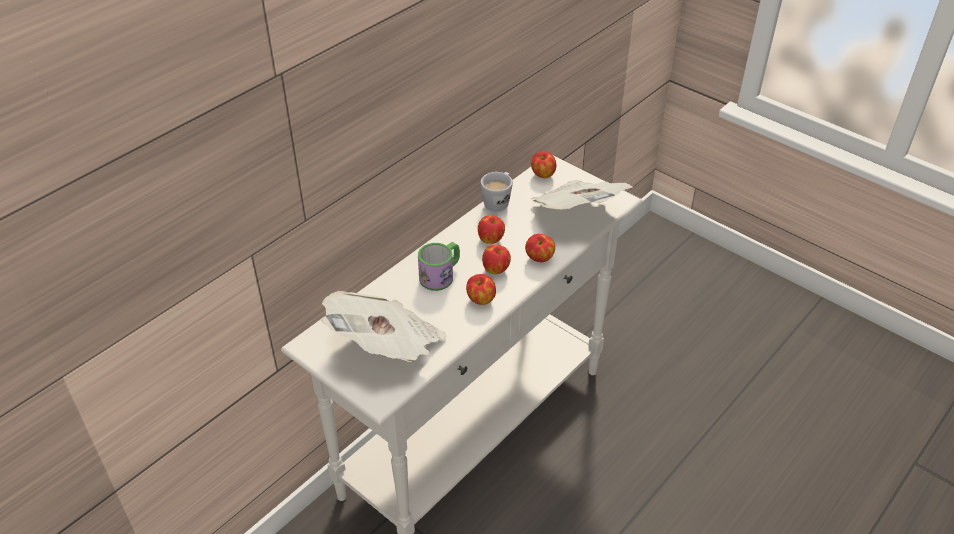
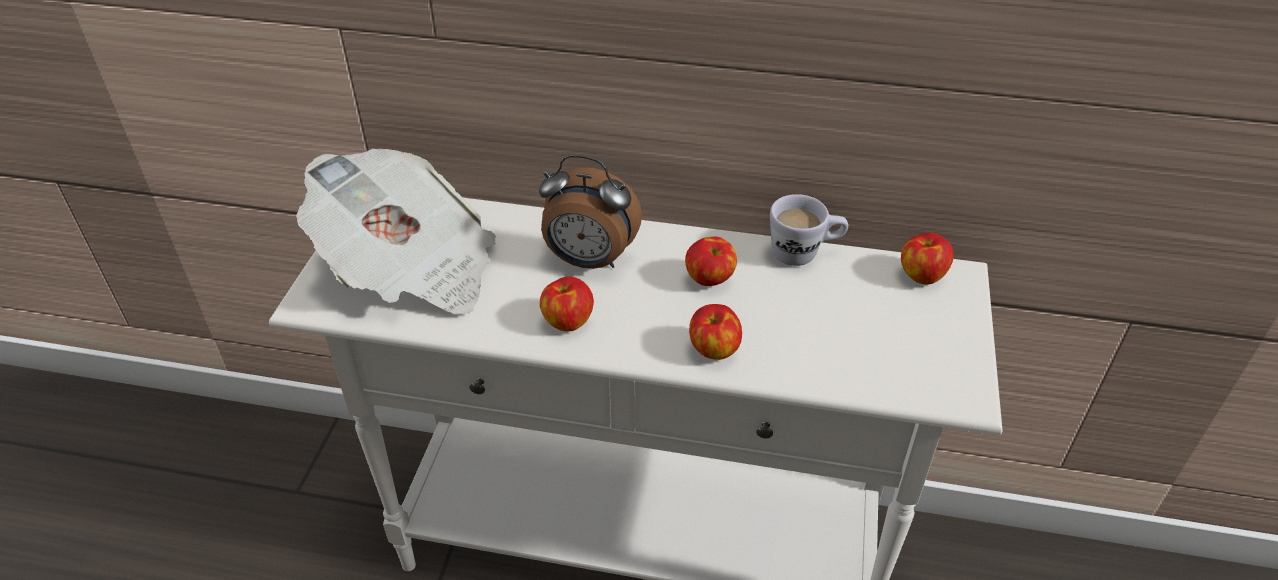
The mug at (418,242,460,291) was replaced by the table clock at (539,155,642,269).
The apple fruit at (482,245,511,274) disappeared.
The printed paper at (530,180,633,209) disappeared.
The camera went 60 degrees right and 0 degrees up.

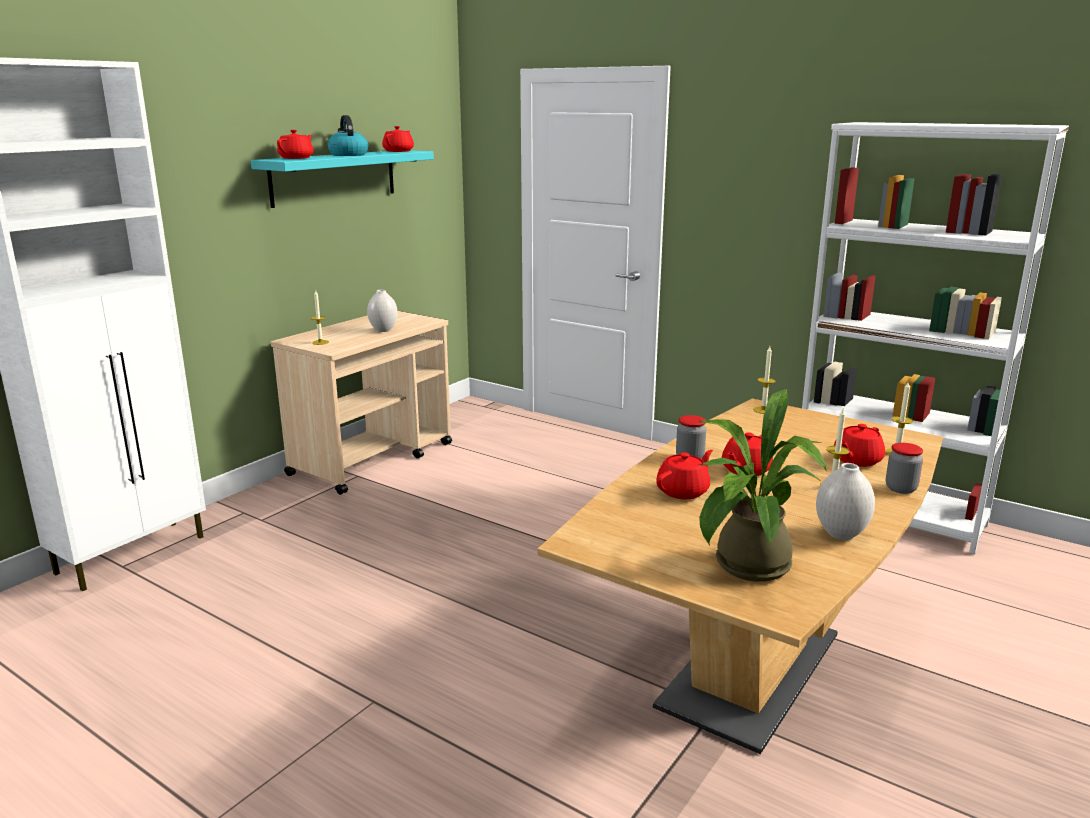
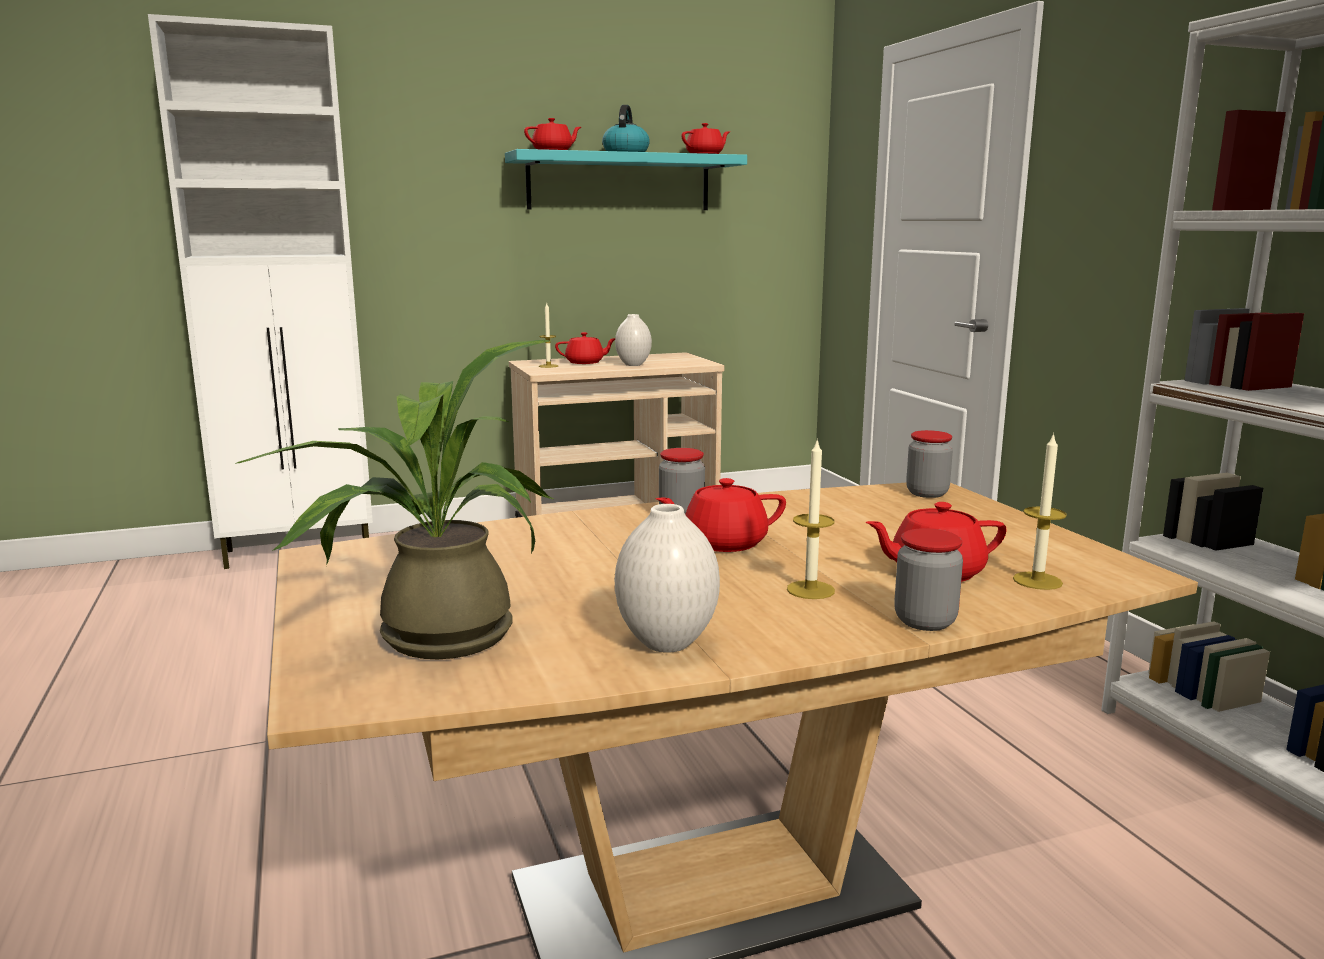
The tea pot (red) moved from (656,450,713,499) to (555,332,615,364).
The candle at (753,346,776,414) was replaced by the storage jar at (906,430,953,498).
The camera went 35 degrees right and 5 degrees down.

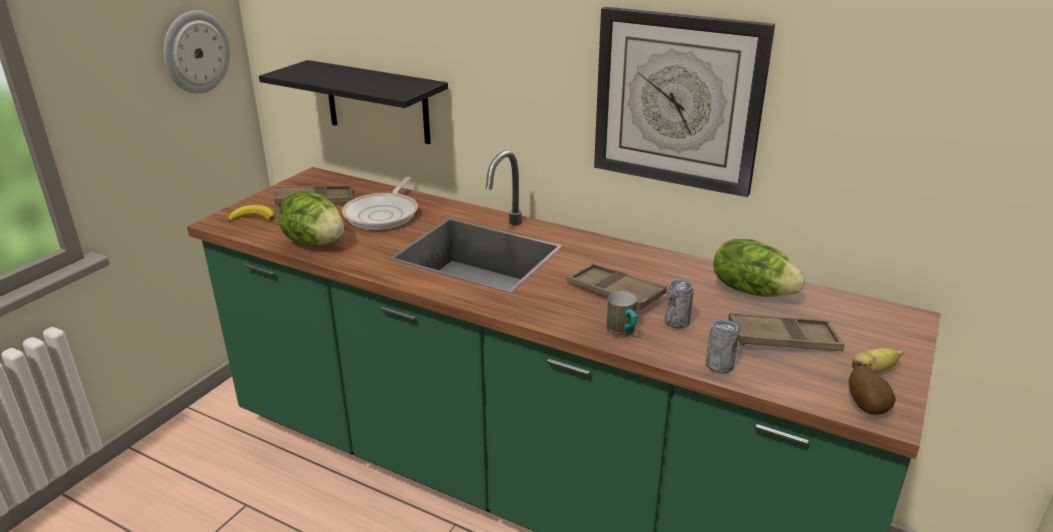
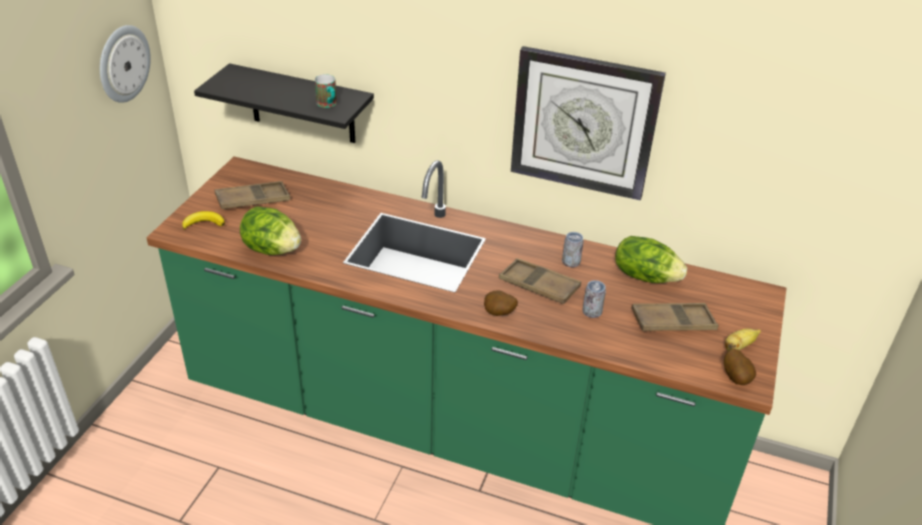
The skillet at (342,177,418,230) disappeared.
The mug moved from (606,291,637,337) to (315,74,337,108).
The can moved from (706,320,739,374) to (562,232,584,267).
The potato at (484,290,518,316) appeared.
The camera went 10 degrees left and 10 degrees up.

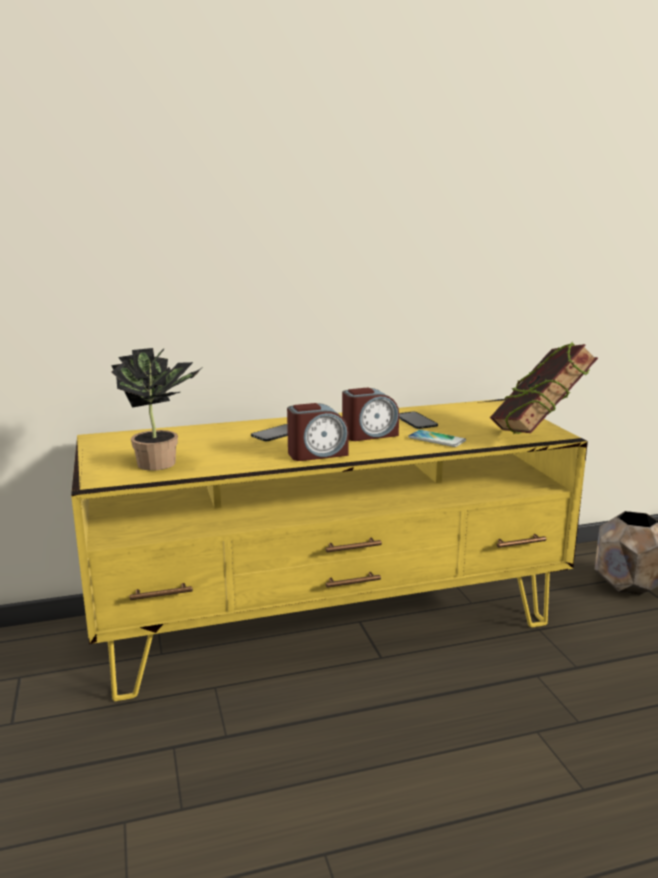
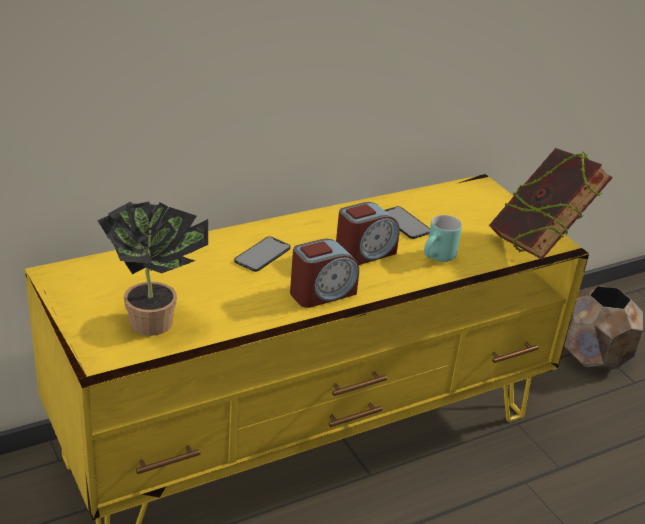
The phone at (408,430,466,447) was replaced by the mug (blue-green) at (424,215,462,262).
The camera went 15 degrees left and 15 degrees up.

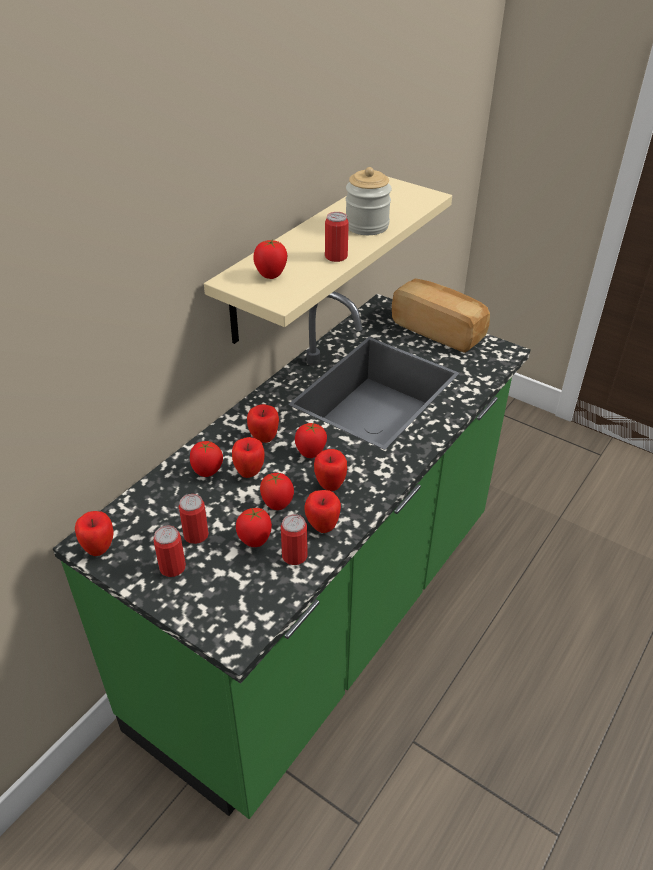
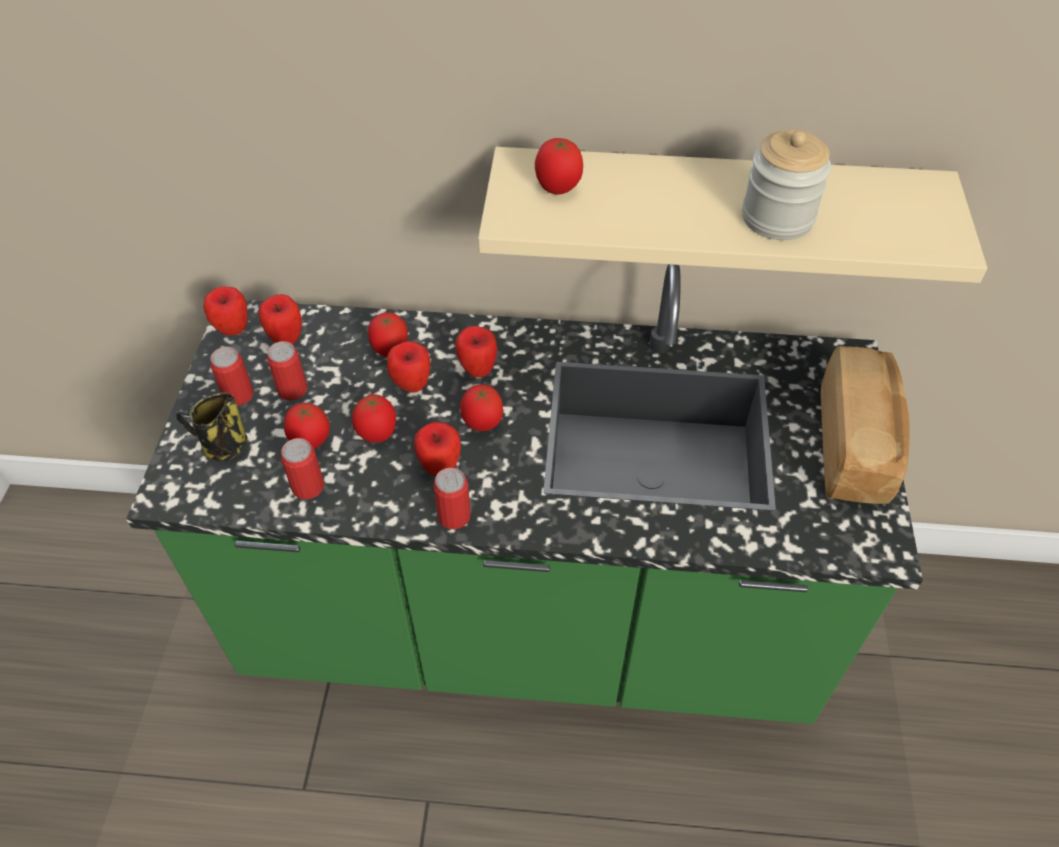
The apple fruit moved from (305,490,341,533) to (258,294,302,345).
The can moved from (325,212,349,262) to (433,468,471,529).
The mug at (176,392,248,462) appeared.
The camera went 60 degrees right and 10 degrees up.

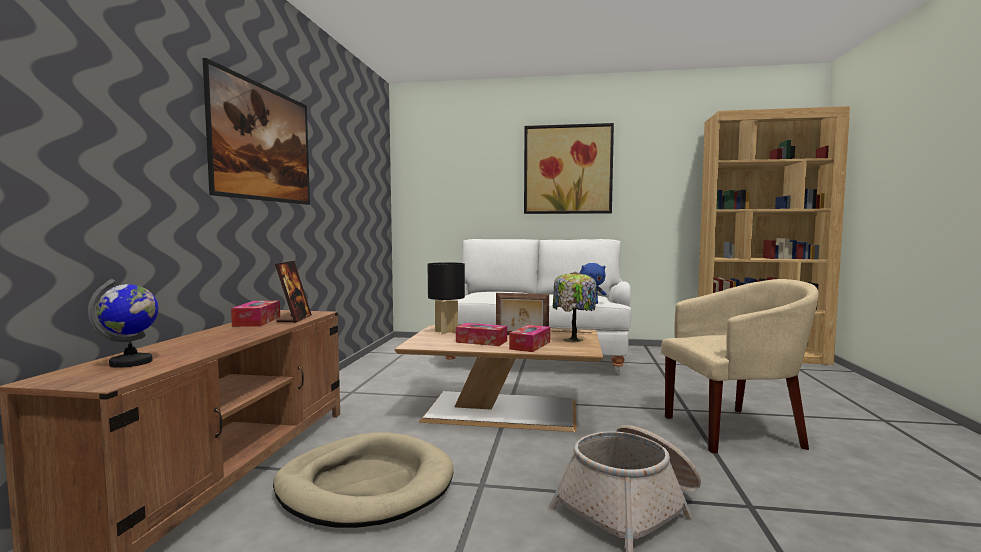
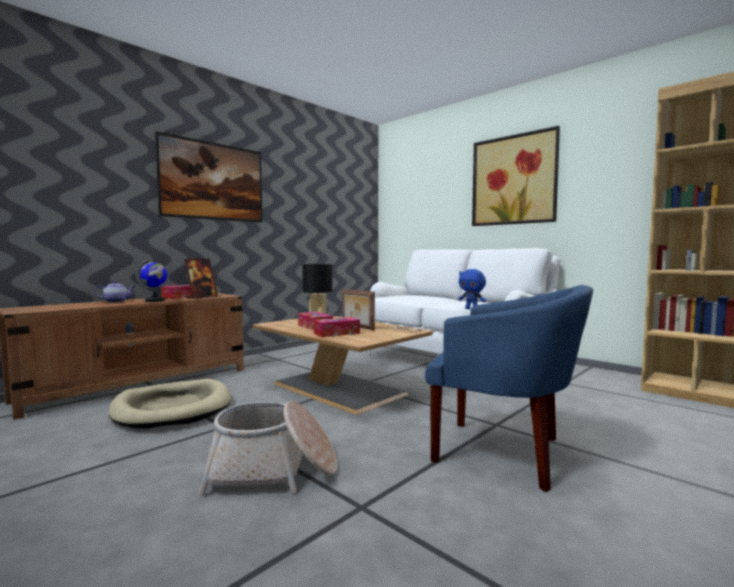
The globe moved from (88,279,158,368) to (136,259,167,302).
The tabletop lamp at (553,271,596,343) disappeared.
The lounge chair (sand-coloured) at (661,279,818,453) became the lounge chair (blue) at (425,285,593,492).
The tea pot at (95,281,135,302) appeared.
The camera went 35 degrees right and 0 degrees up.

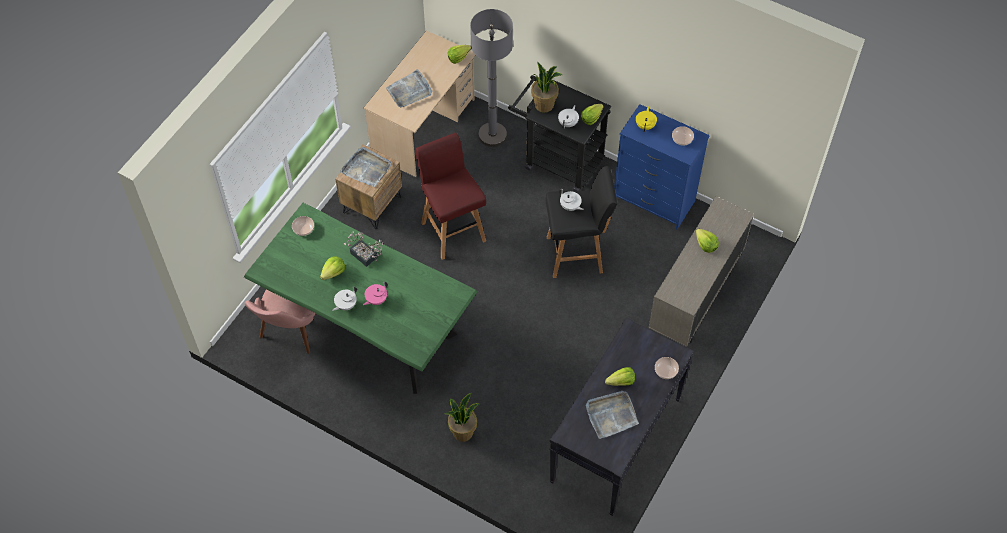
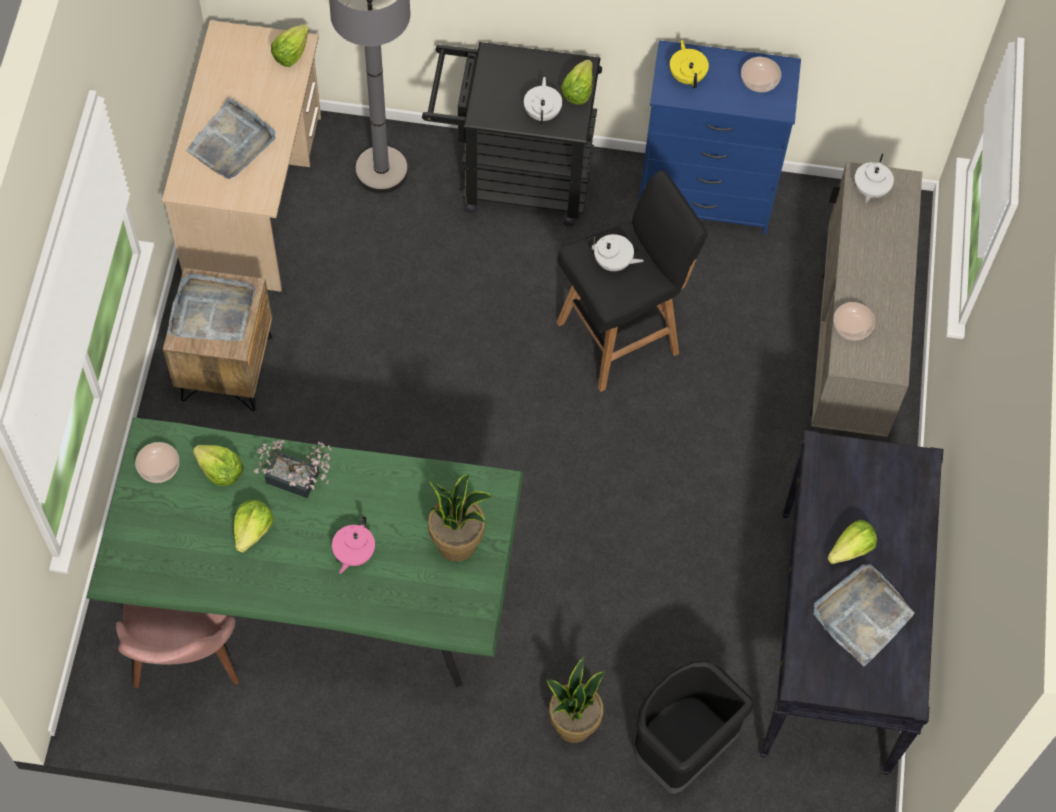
The tea pot (white-coloured) moved from (332,287,357,311) to (854,153,894,203).
The stool seat (red) at (415,133,486,260) disappeared.
The houseplant moved from (531,62,562,113) to (428,474,493,562).
The deep dish moved from (655,357,679,379) to (833,302,875,341).
The lettuce moved from (696,229,719,253) to (193,445,244,486).
The trash can (black-coloured) at (634,660,753,794) appeared.
The camera went 25 degrees left and 5 degrees up.

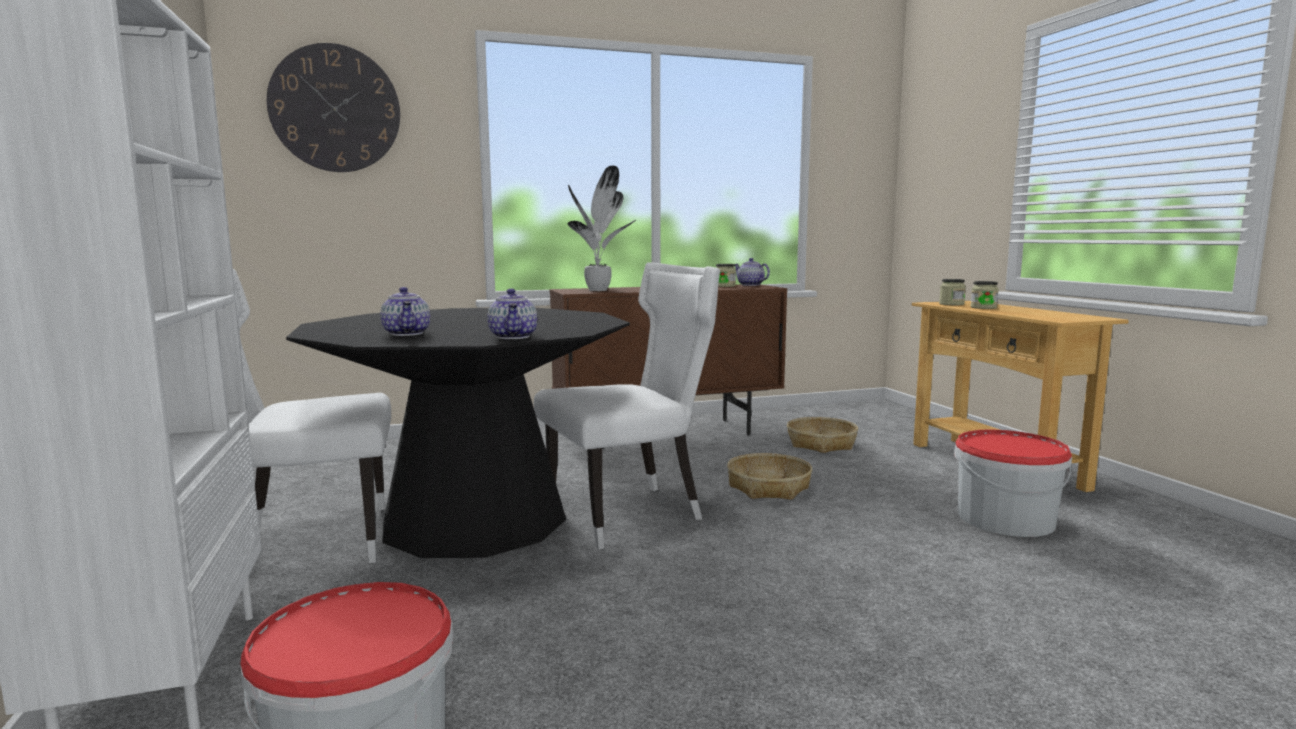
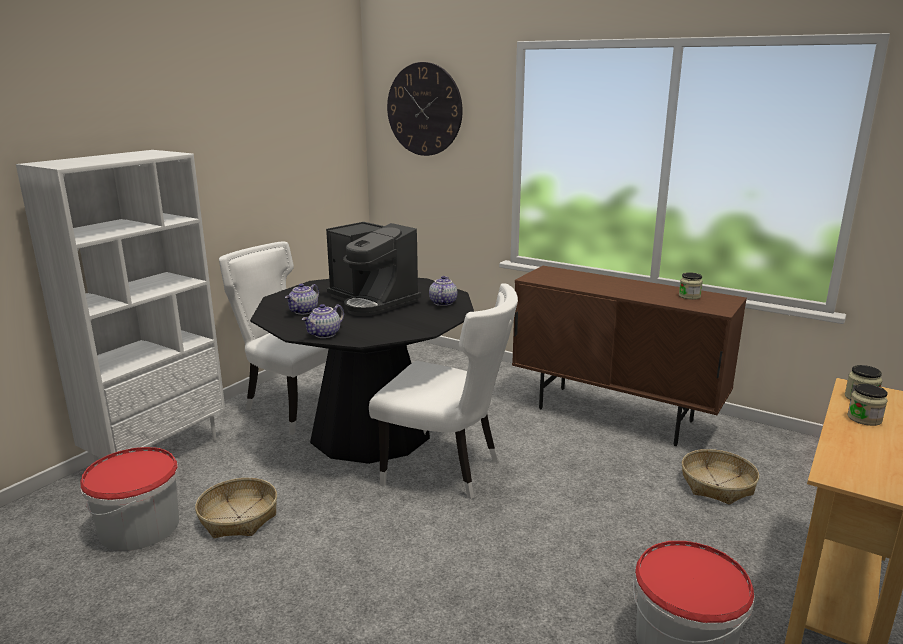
The houseplant at (568,165,636,291) disappeared.
The basket moved from (727,453,812,500) to (195,478,277,538).
The tea pot moved from (735,258,770,286) to (429,276,457,306).
The coffee machine at (326,222,421,316) appeared.
The camera went 50 degrees right and 10 degrees up.

